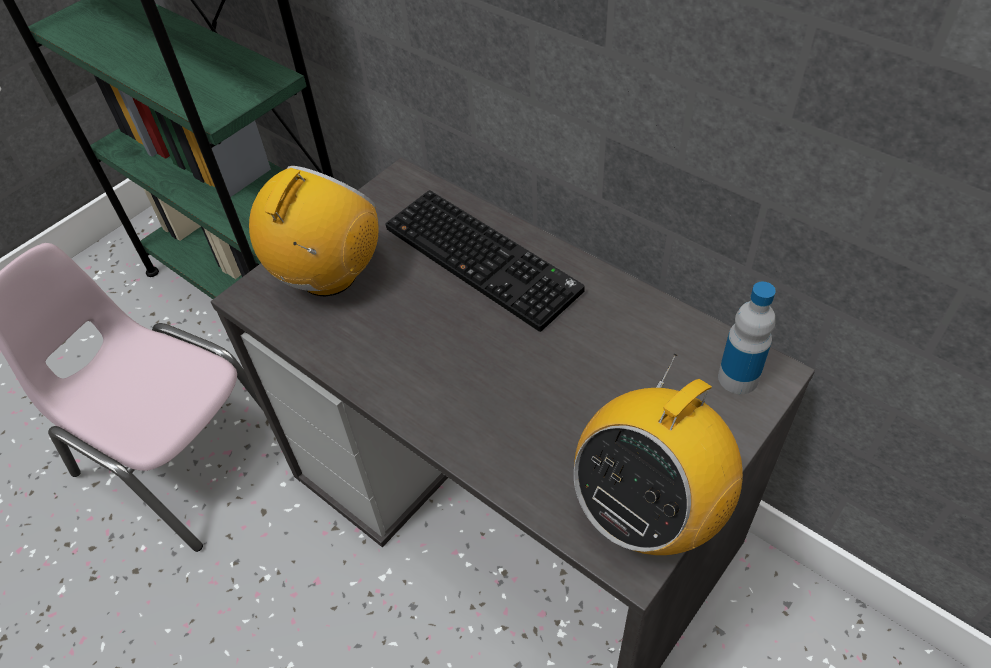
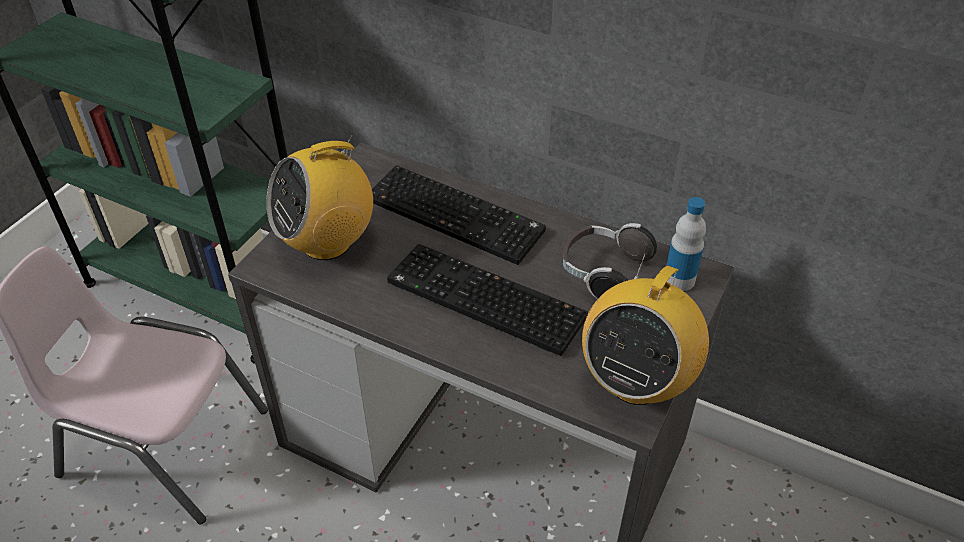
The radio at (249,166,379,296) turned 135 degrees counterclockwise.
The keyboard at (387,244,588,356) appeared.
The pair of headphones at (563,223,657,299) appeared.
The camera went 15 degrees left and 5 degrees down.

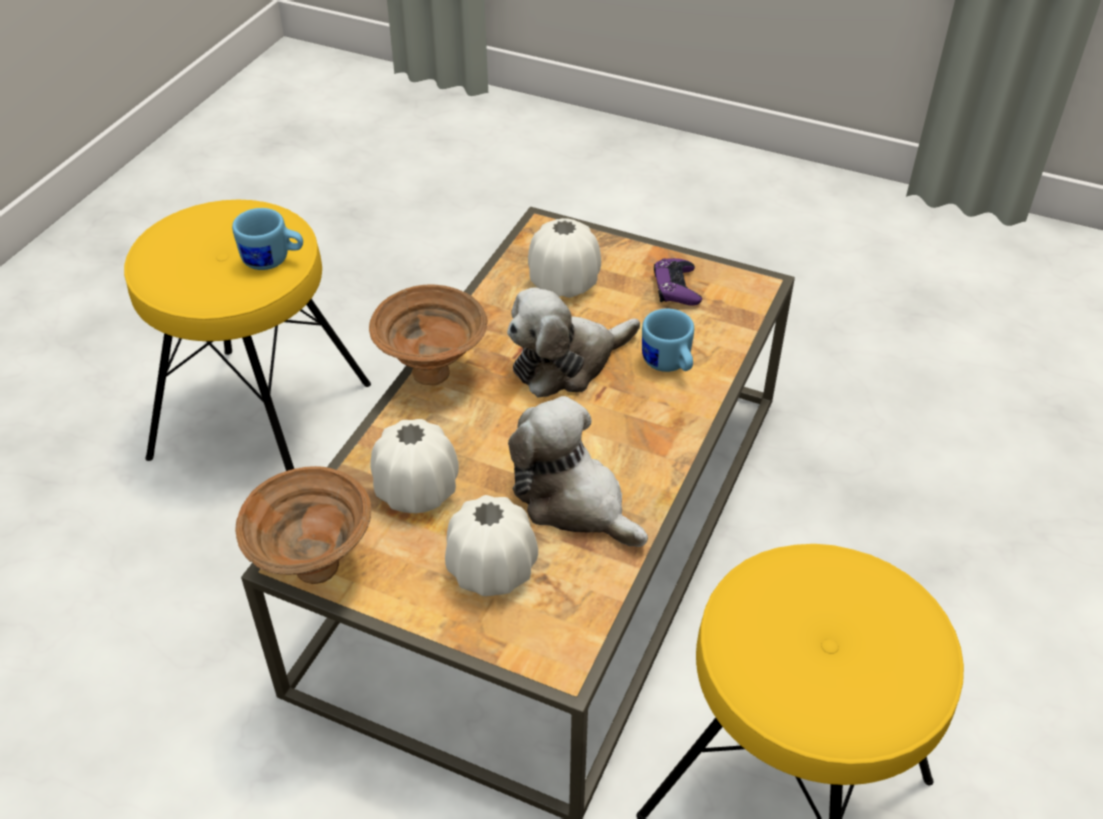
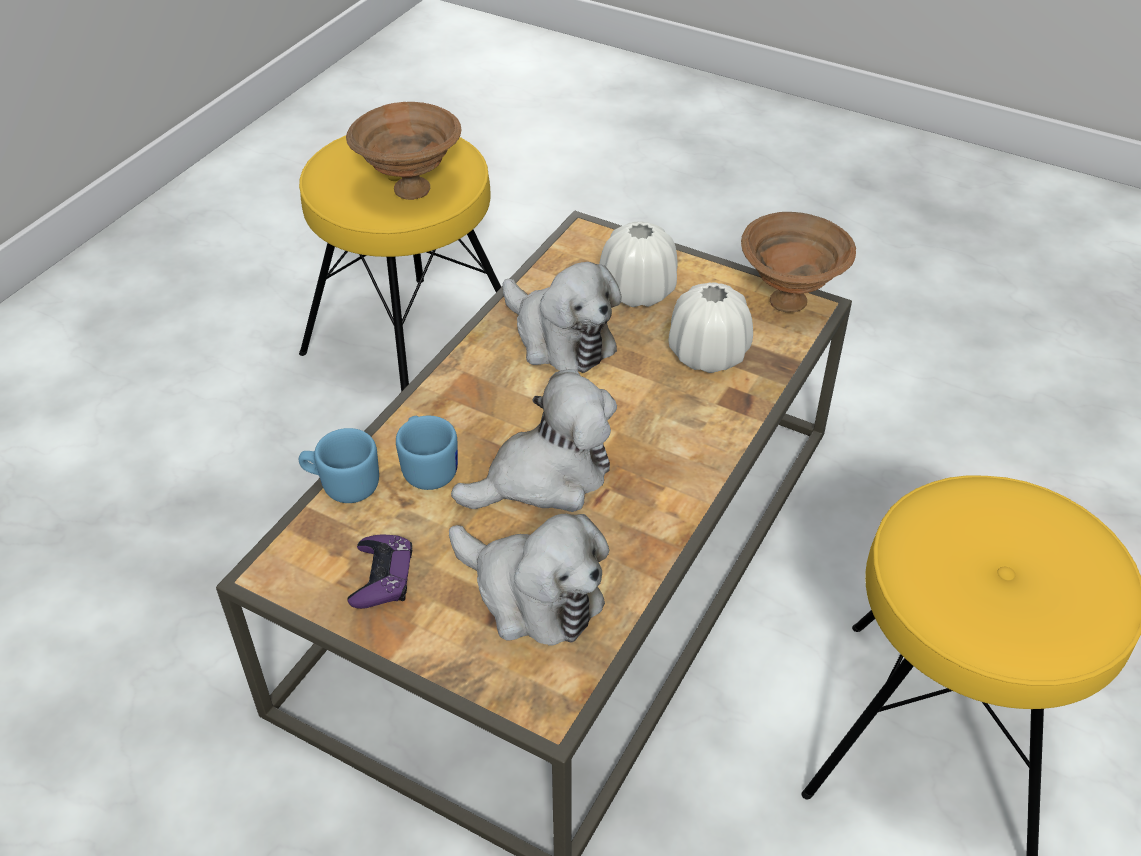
The mug (blue) moved from (232,208,303,270) to (299,428,379,503).
The deep dish (brown-coloured) moved from (369,284,488,385) to (346,102,461,200).
The vase (white-coloured) at (528,218,601,298) was replaced by the soft toy at (449,514,609,646).
The camera went 175 degrees left and 0 degrees up.

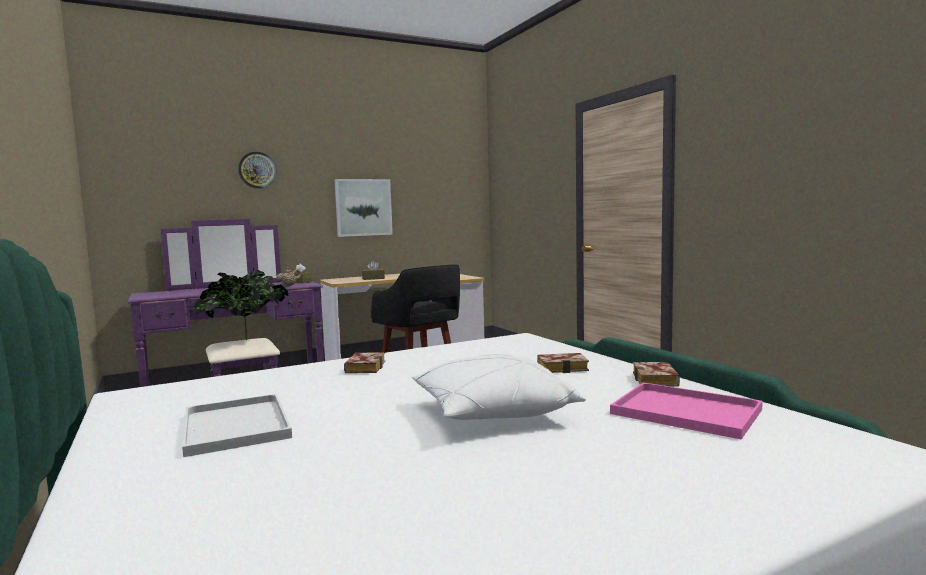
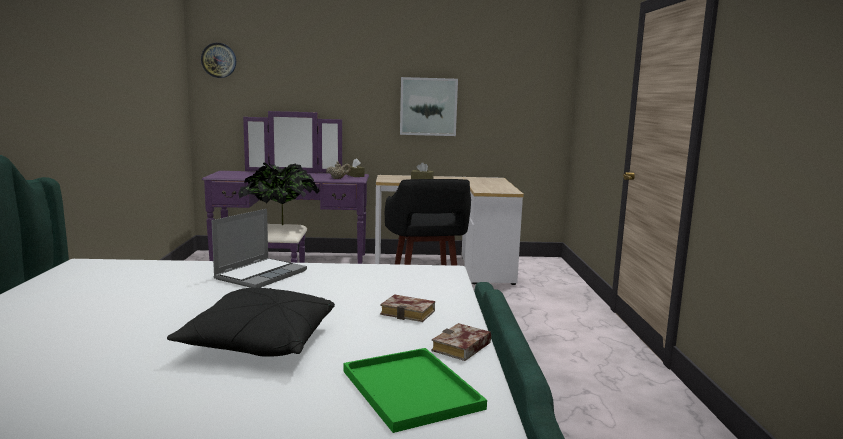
The serving tray (white-coloured) at (182,394,292,457) disappeared.
The clock on the wall moved from (238,152,277,189) to (201,43,236,78).
The volume at (344,352,385,373) was replaced by the laptop at (211,209,307,288).
The pillow (white-coloured) at (412,354,586,420) became the pillow (black-coloured) at (167,288,335,357).
The serving tray (pinkish) at (610,382,763,440) became the serving tray (green-coloured) at (344,348,487,433).
The camera went 25 degrees right and 5 degrees up.

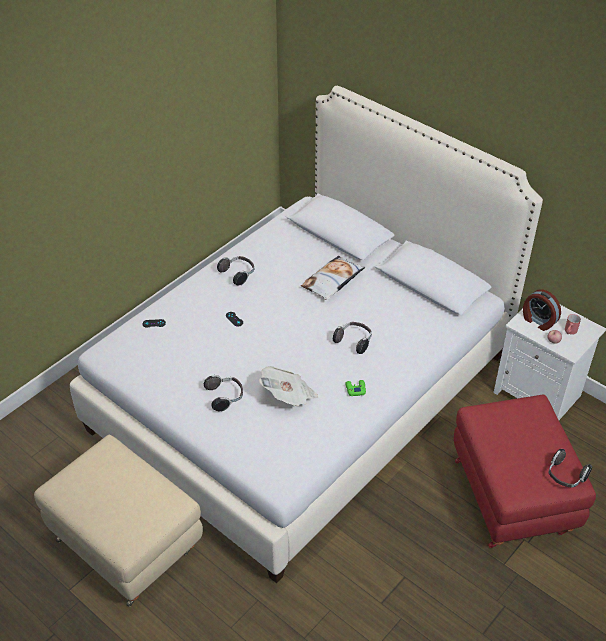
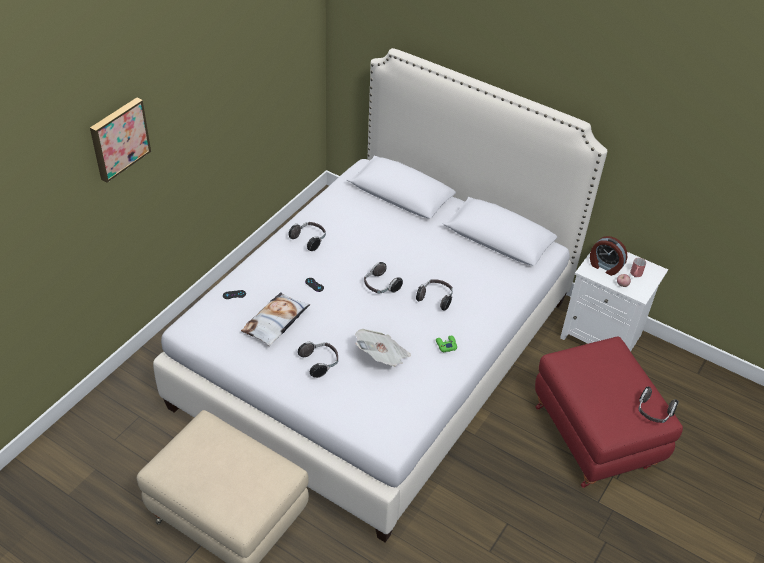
The pillow moved from (301,256,365,300) to (241,292,310,346).
The wall art at (90,98,151,183) appeared.
The pair of headphones at (364,262,403,293) appeared.
The camera went 10 degrees left and 0 degrees up.

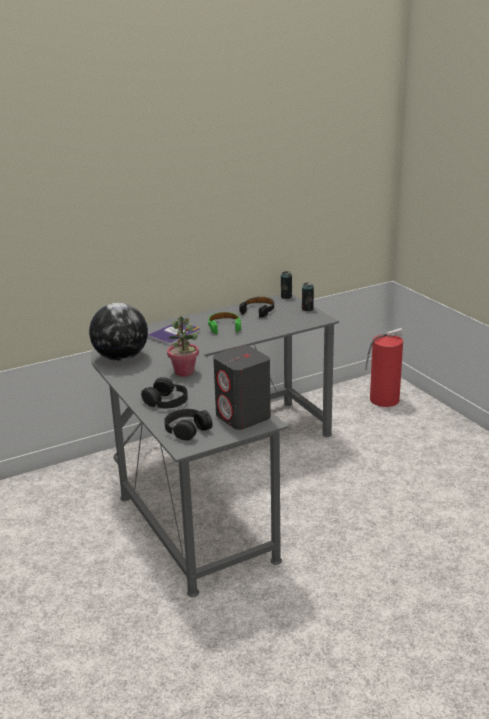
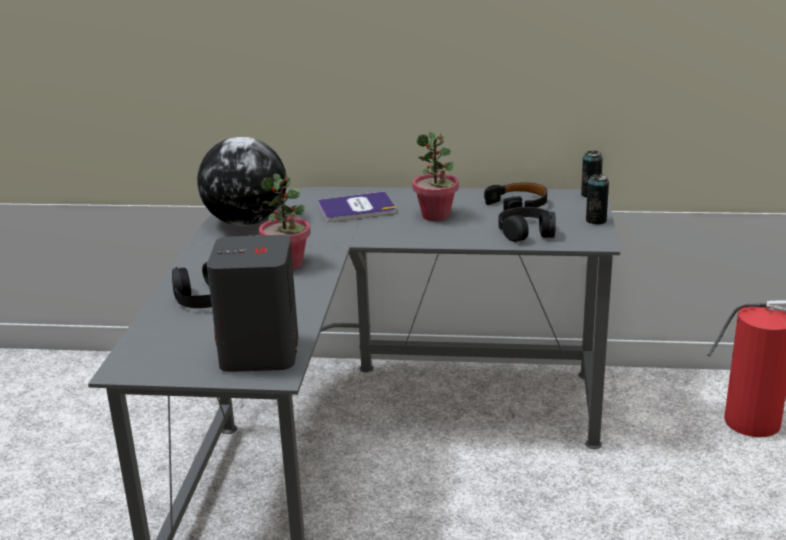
The pair of headphones (black-coloured) moved from (164,409,212,441) to (498,207,556,242).
The pair of headphones (green-coloured) at (208,312,241,334) was replaced by the houseplant at (412,132,459,221).
The camera went 35 degrees right and 0 degrees up.

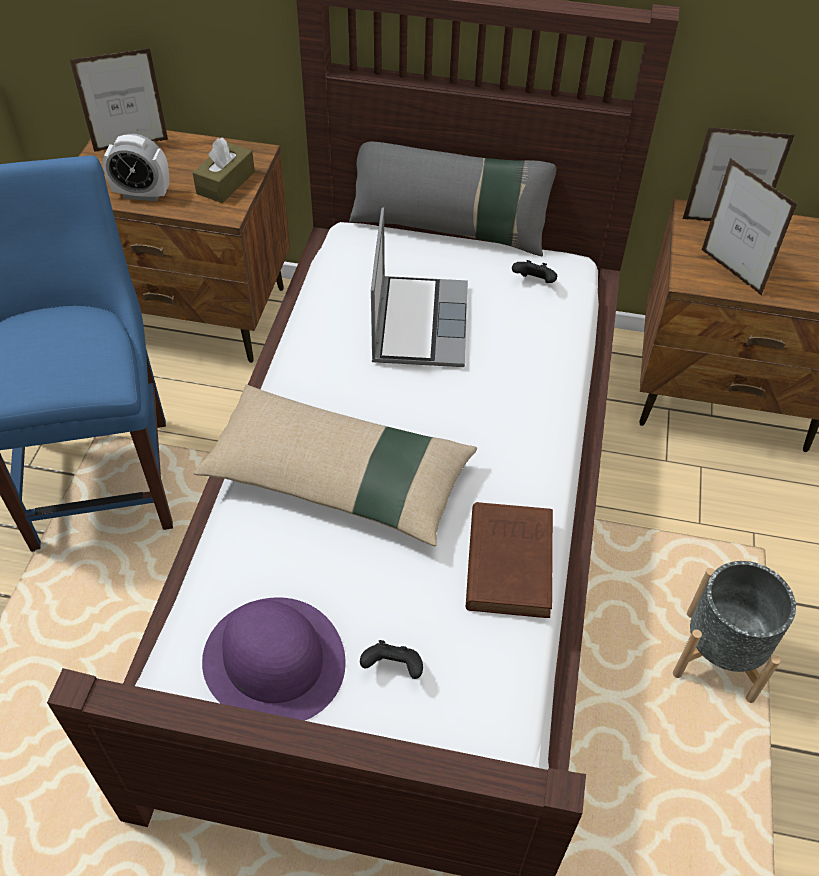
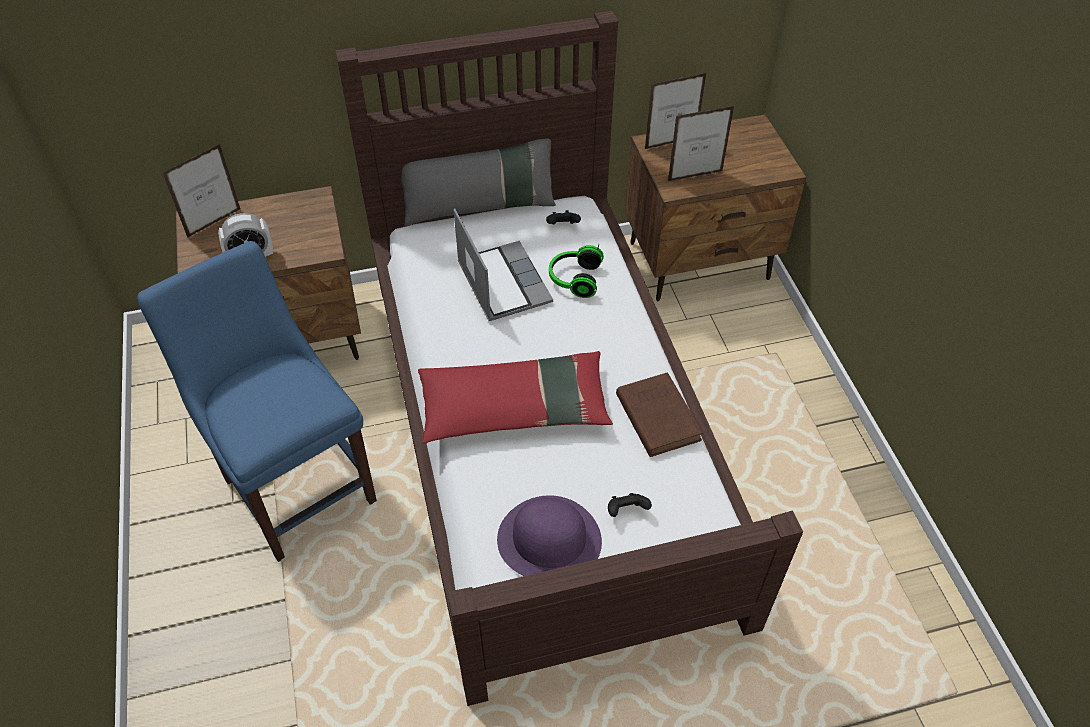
The box of tissues (brown-coloured) at (193,138,255,203) disappeared.
The pillow (sand-coloured) at (193,385,477,546) became the pillow (red) at (418,351,613,444).
The planter (gray) at (673,561,796,703) disappeared.
The picture frame at (702,158,797,296) turned 45 degrees counterclockwise.
The pair of headphones at (549,244,604,298) appeared.
The camera went 25 degrees left and 0 degrees up.

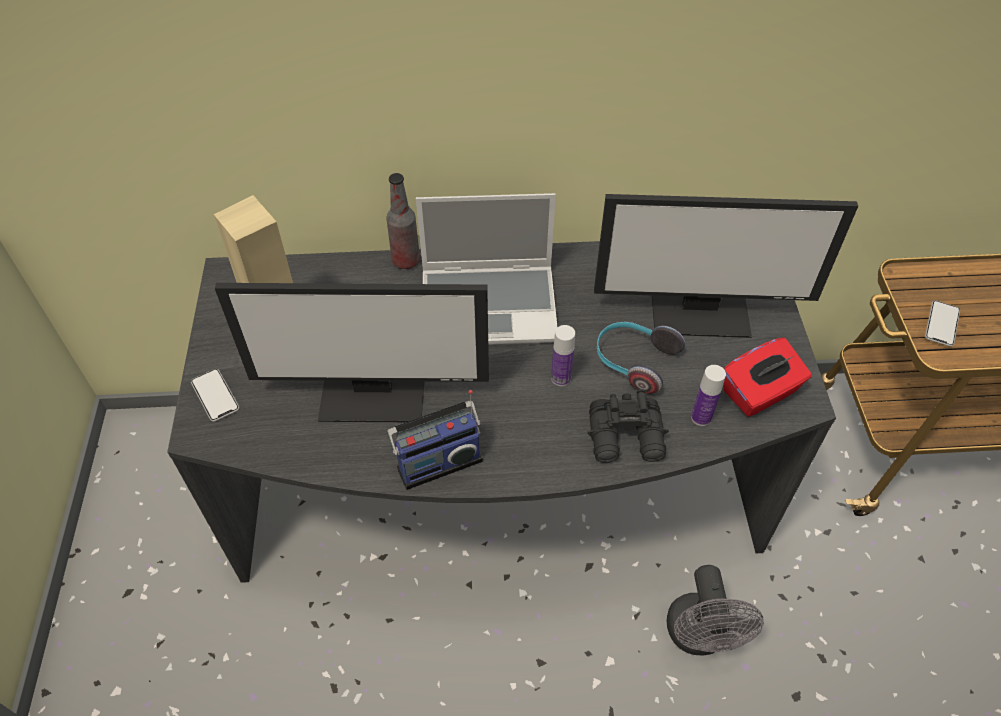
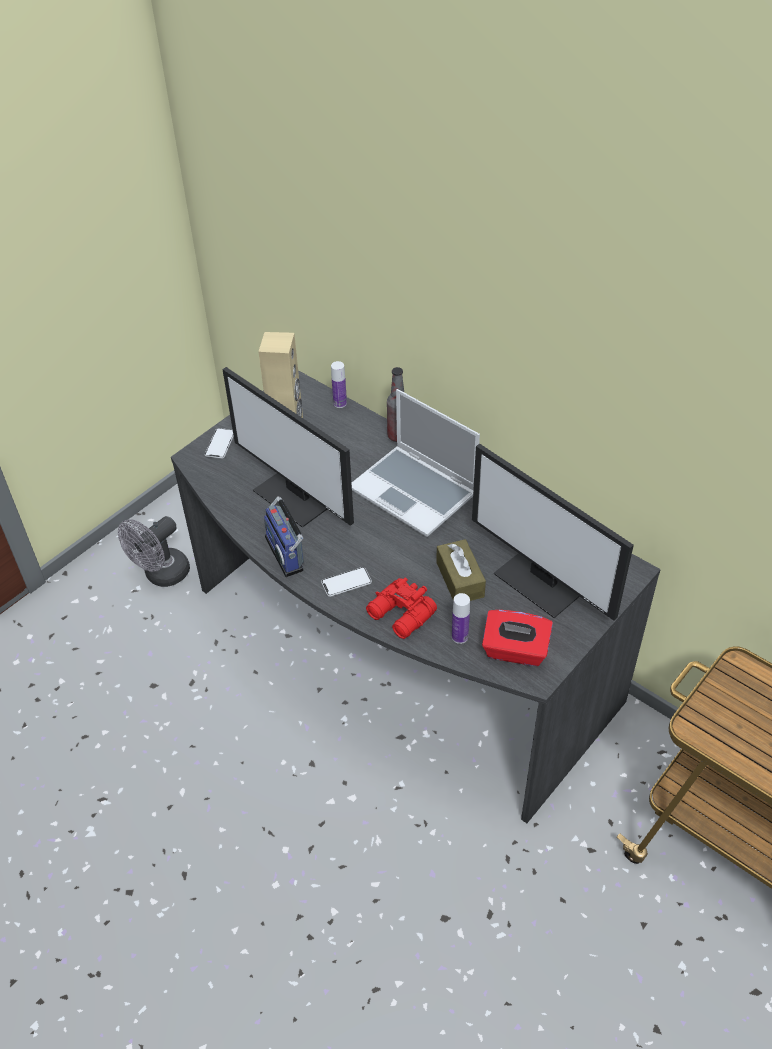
The radio at (387,390,483,490) turned 45 degrees clockwise.
The beverage bottle moved from (551,325,575,386) to (331,361,347,408).
The field glasses (black-coloured) at (588,389,669,463) became the field glasses (red) at (366,578,437,639).
The pair of headphones at (597,322,685,394) was replaced by the box of tissues (brown-coloured) at (436,539,486,601).
The electric fan (gray) moved from (667,565,764,655) to (118,516,190,587).
The phone moved from (925,300,960,347) to (321,567,372,597).
The camera went 45 degrees right and 5 degrees down.

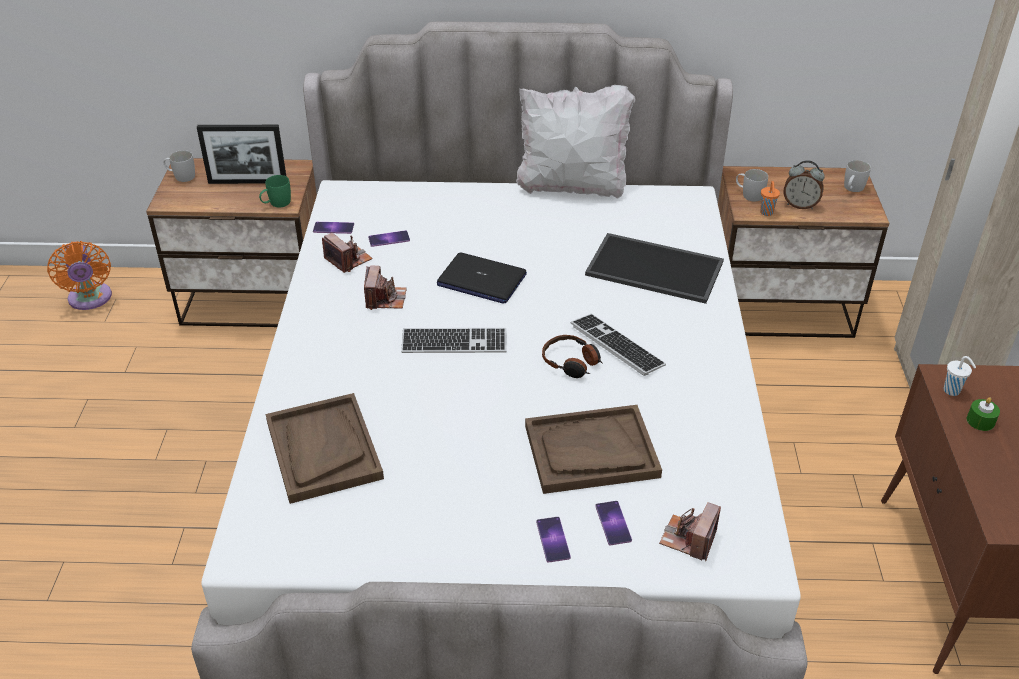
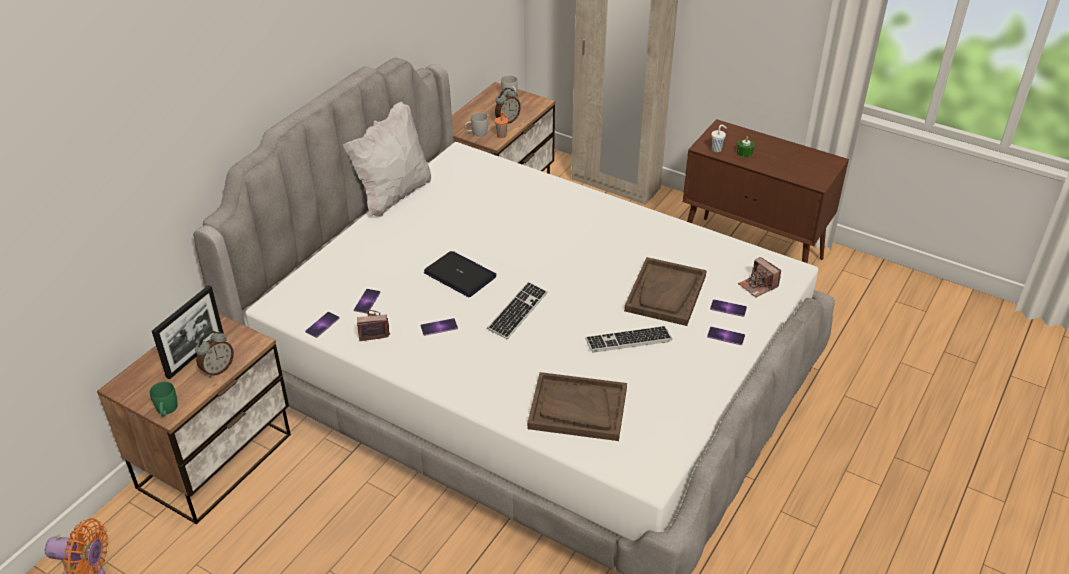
The mug (white-coloured) at (164,150,195,182) disappeared.
The mug (green-coloured) moved from (259,175,291,208) to (150,382,178,416).
The photo camera at (364,265,407,310) was replaced by the phone at (421,318,458,336).
The laptop at (437,252,527,304) turned 105 degrees counterclockwise.
The pair of headphones at (542,335,603,378) disappeared.
The keyboard moved from (571,314,666,376) to (585,326,672,353).
The serving tray at (585,233,724,304) disappeared.
The table clock at (195,331,234,377) appeared.
The camera went 60 degrees left and 0 degrees up.

